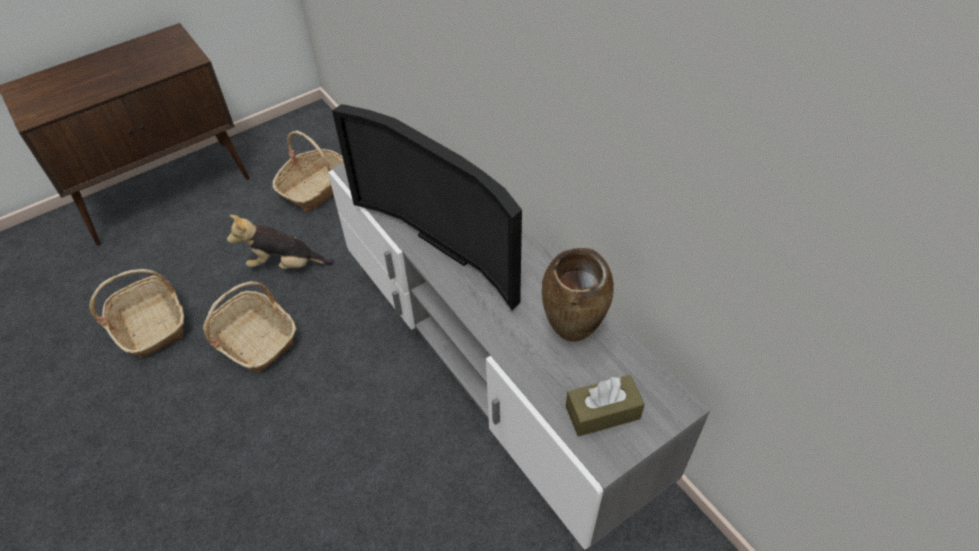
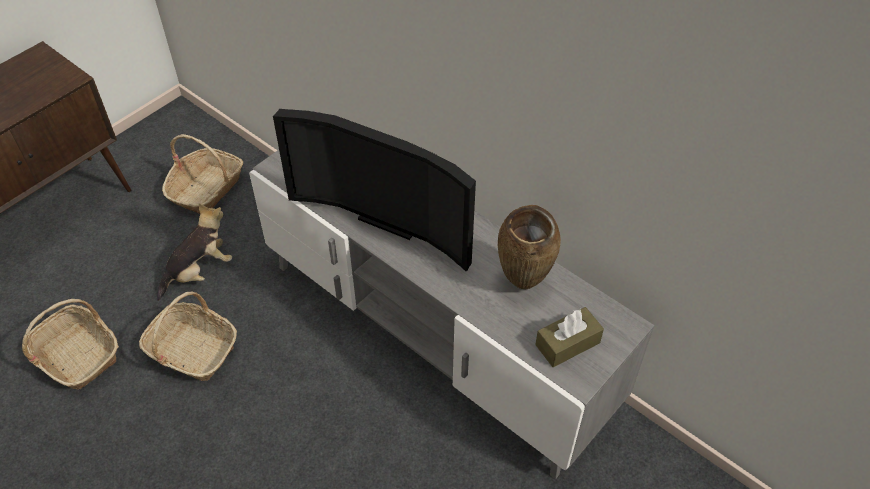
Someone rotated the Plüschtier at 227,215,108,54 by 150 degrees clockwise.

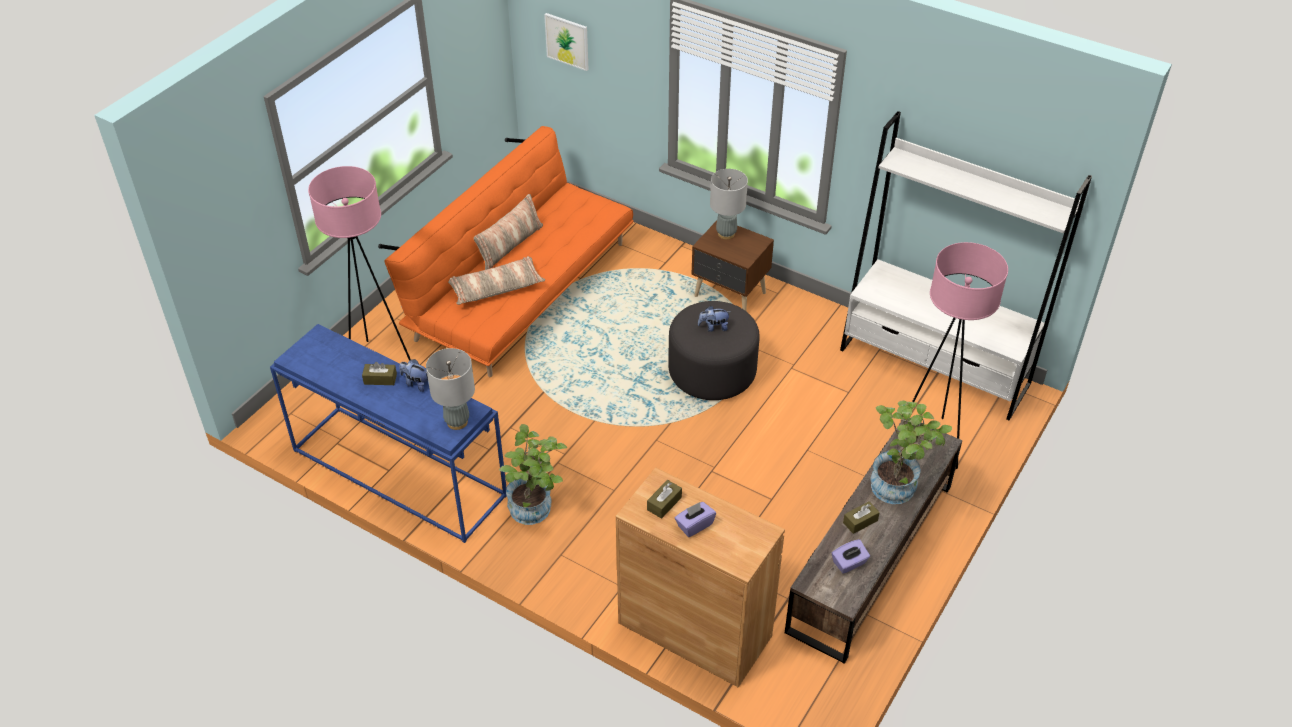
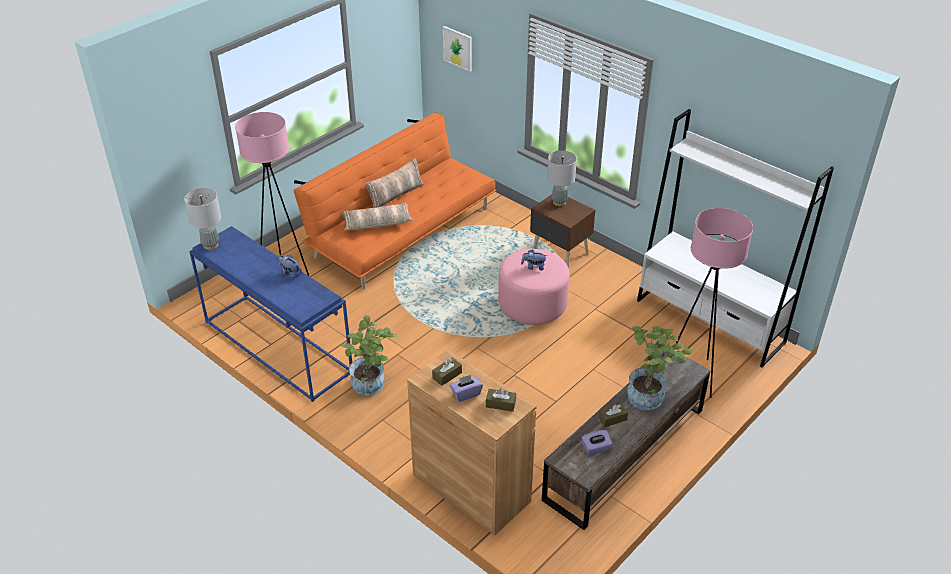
Someone carried the Taschentuchbox [braun] from 362,362,35,23 to 486,388,30,24. Someone carried the Tischlampe [grau] from 426,348,49,82 to 184,188,37,62. Someone repainted the Polsterhocker [grau] at 668,301,91,99, which became the Polsterhocker [rosa] at 498,249,72,76.

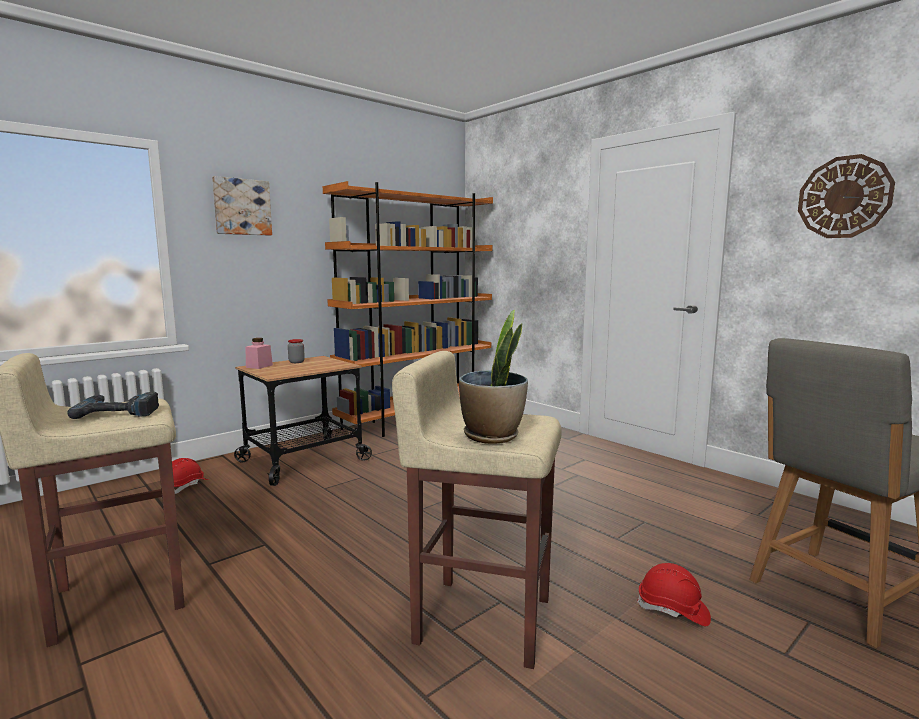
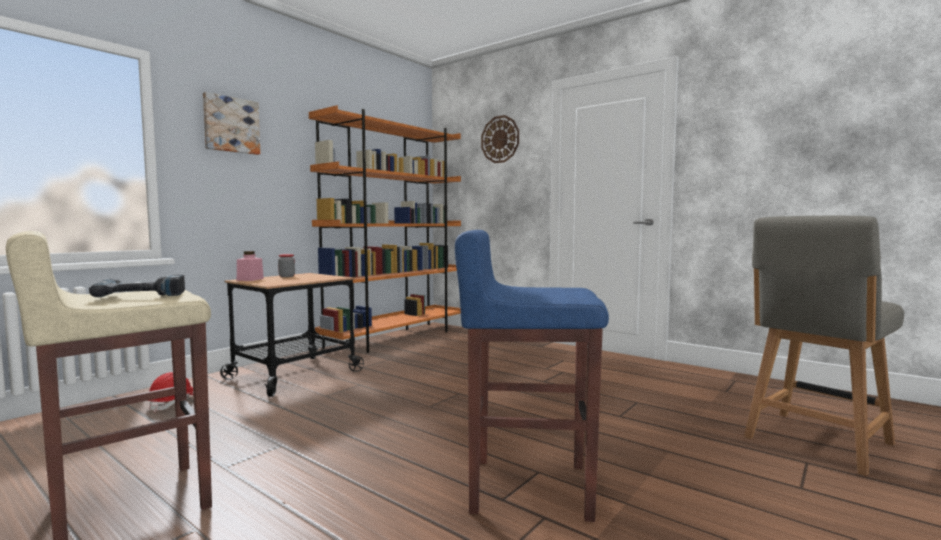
Someone repainted the Hocker [beige] at 392,351,170,318, which became the Hocker [blau] at 455,230,154,292. Someone took away the Topfpflanze at 459,310,69,134. Someone took away the Schutzhelm [rot] at 637,563,74,64. Someone carried the Wanduhr from 798,154,97,84 to 481,115,38,48.

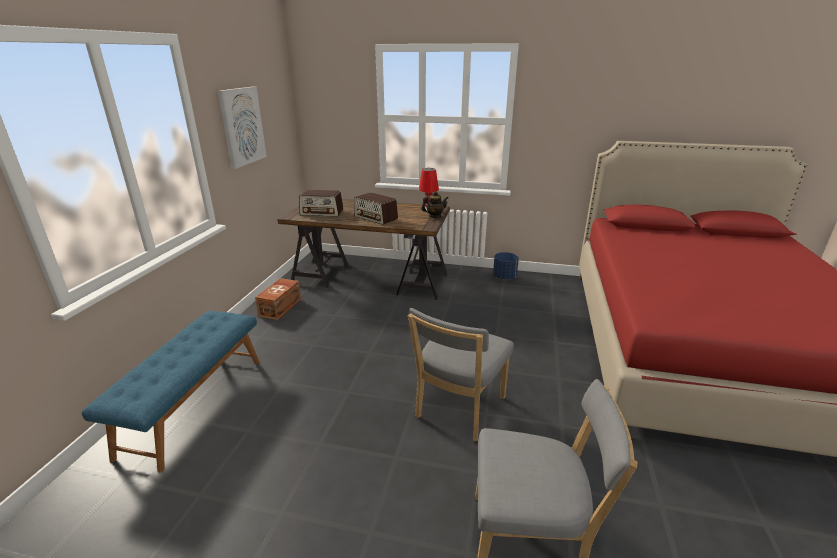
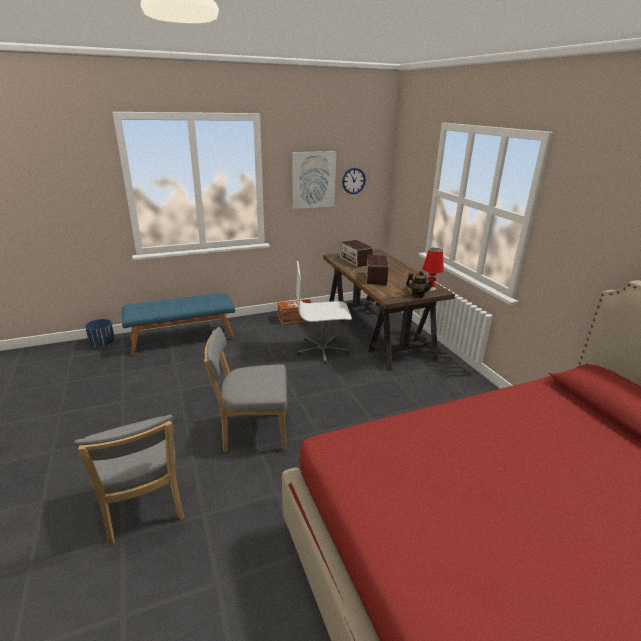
Someone carried the Pflanzkübel [blau] from 493,252,26,28 to 85,319,30,28. Someone put down the Bürostuhl [weiß] at 296,261,56,103. Someone put up the Wanduhr at 342,168,24,26.

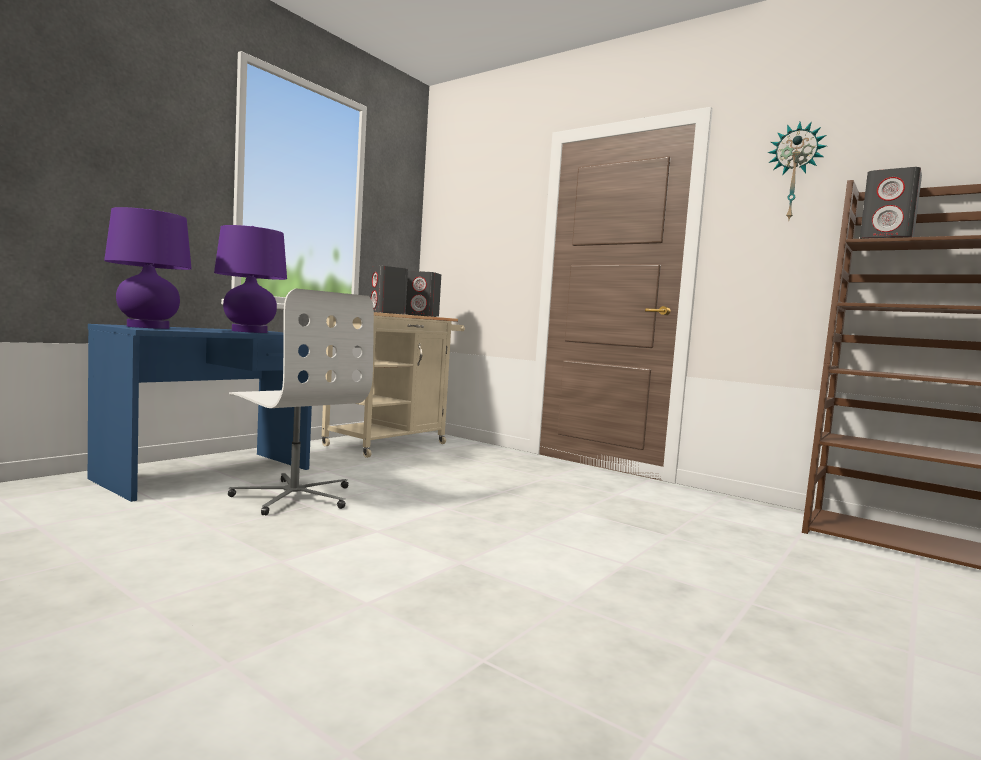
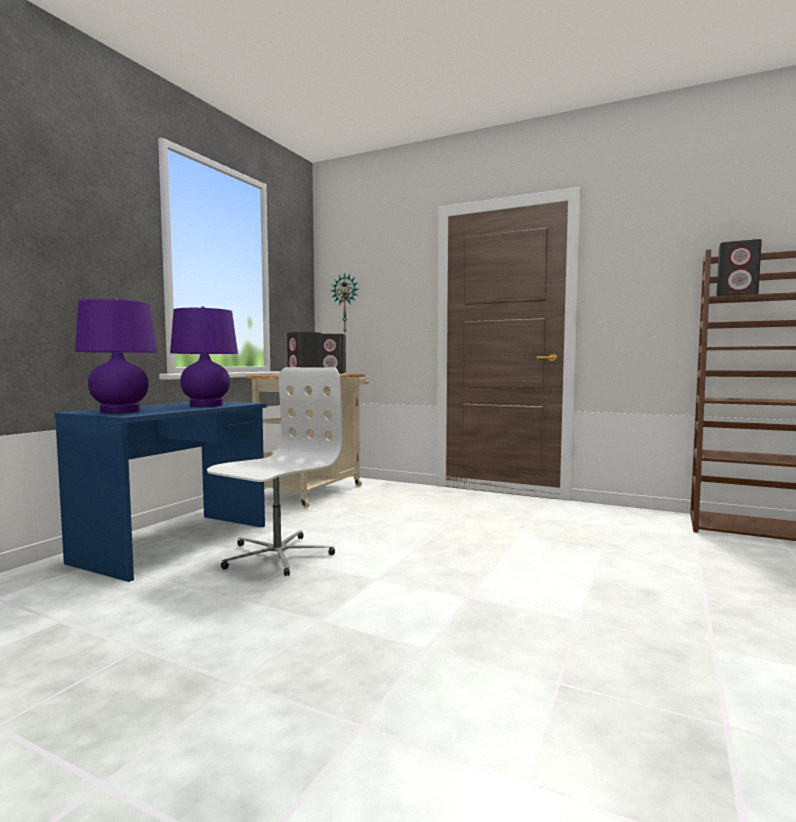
Someone rotated the Bürostuhl [weiß] at 228,288,146,228 by 90 degrees counterclockwise. Someone carried the Wanduhr from 768,121,58,101 to 331,273,27,59.

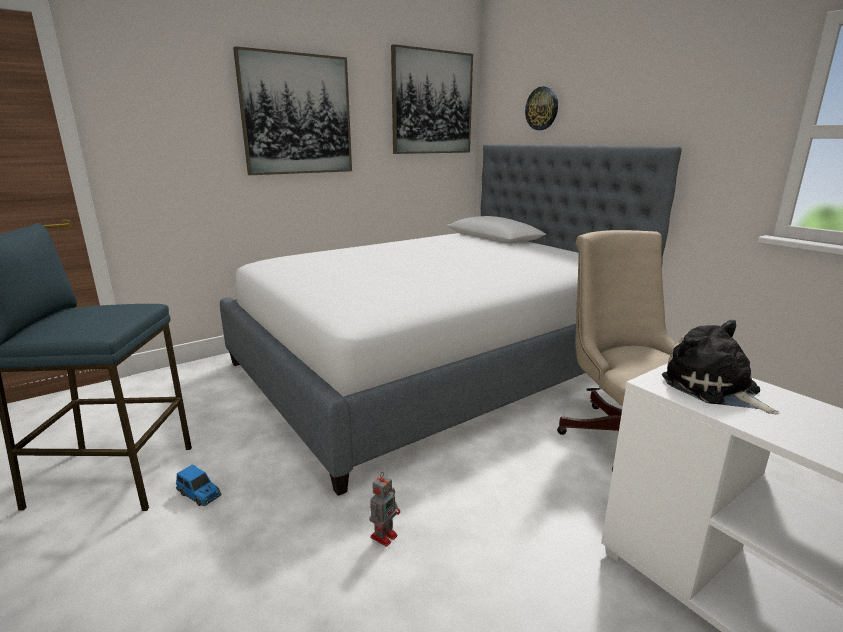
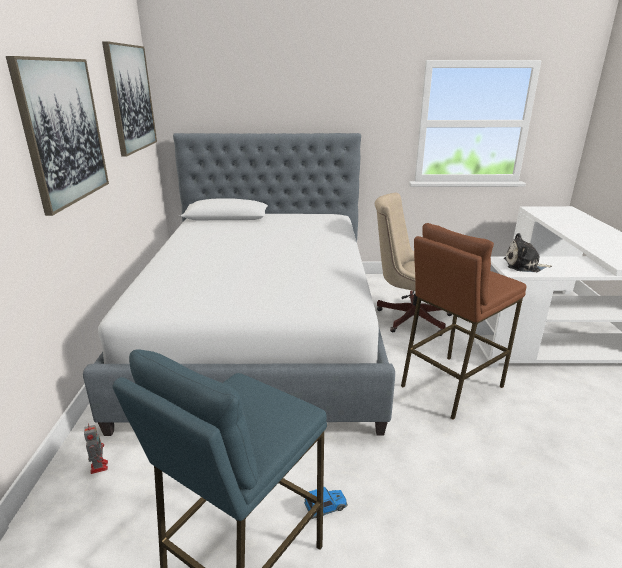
Someone carried the Spielzeugroboter from 369,472,31,75 to 84,423,24,51. Someone took away the Wanduhr at 525,86,33,44. Someone put down the Hocker [braun] at 401,223,125,197.

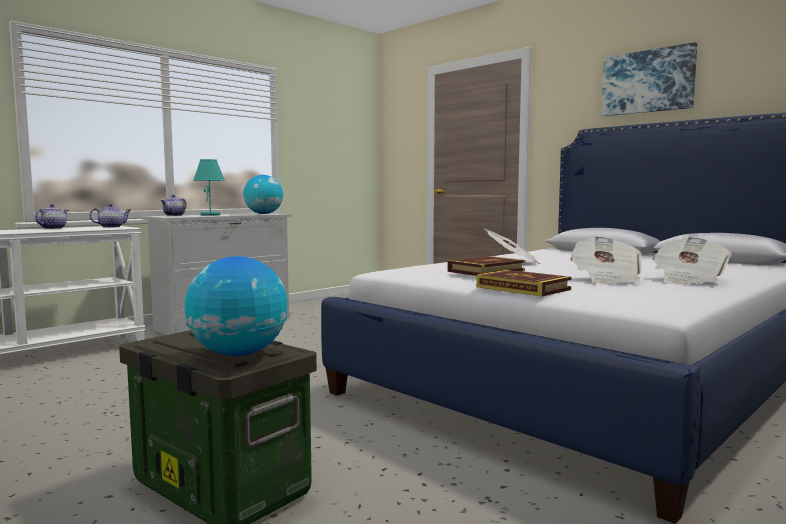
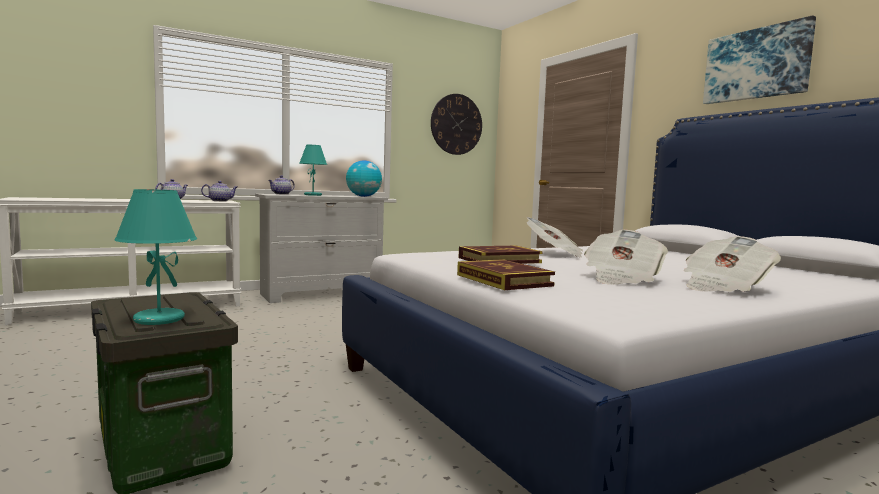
Someone swapped the Globus at 185,256,103,100 for the Tischlampe [türkis] at 114,189,83,136. Someone put up the Wanduhr at 431,94,51,61.

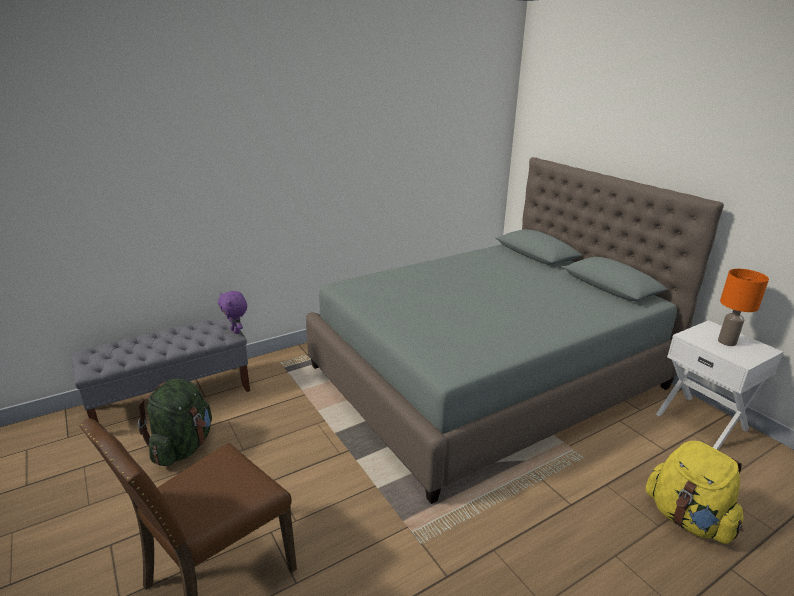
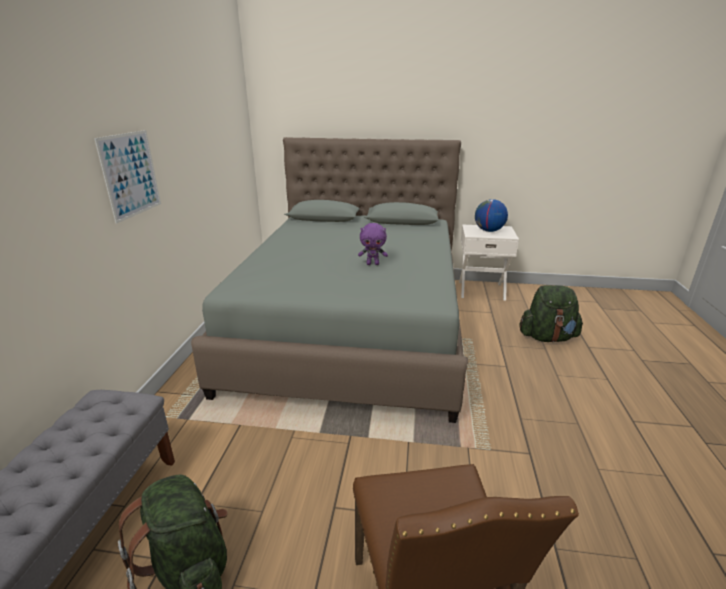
Someone carried the Plüschtier [lila] from 218,291,29,43 to 358,223,30,42. Someone repainted the Rucksack [gelb] at 646,441,97,103, which became the Rucksack [grün] at 519,285,64,57. Someone swapped the Tischlampe [orange] at 718,269,51,77 for the Globus at 475,199,33,33. Someone put up the Bild at 94,130,67,94.

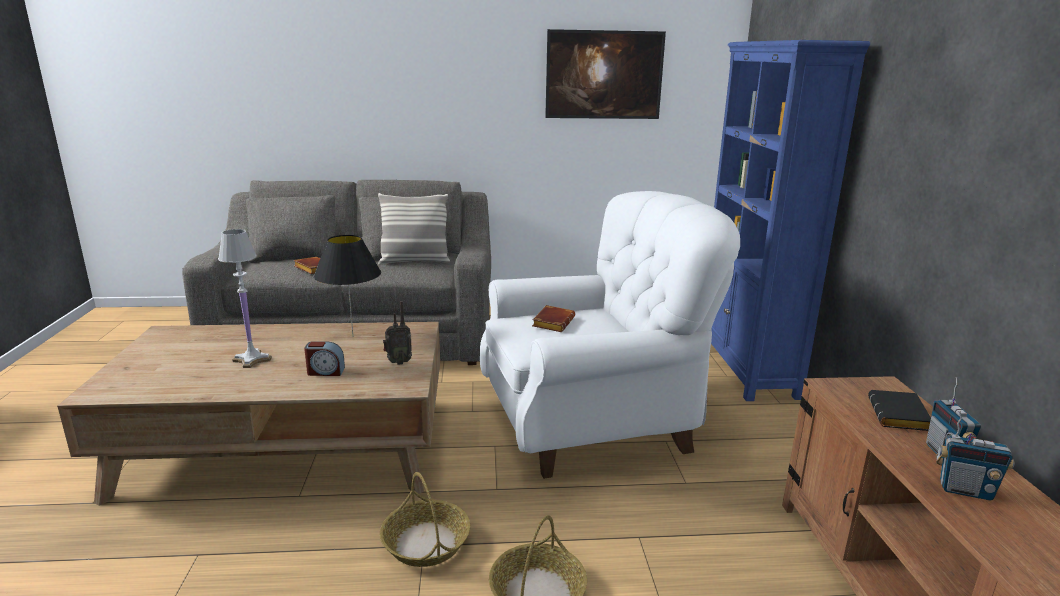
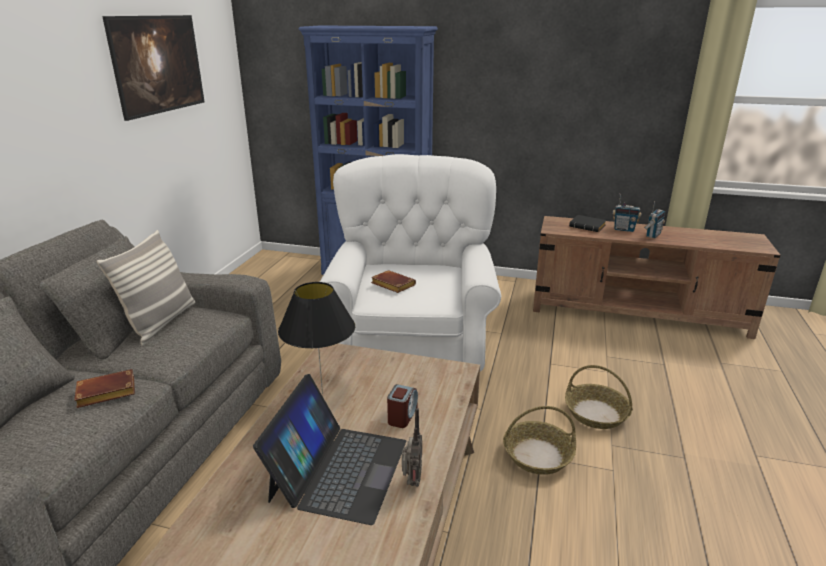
Someone swapped the Tischlampe [weiß] at 218,229,54,139 for the Laptop at 253,374,153,151. Someone carried the Radio from 383,301,29,64 to 402,408,20,79.

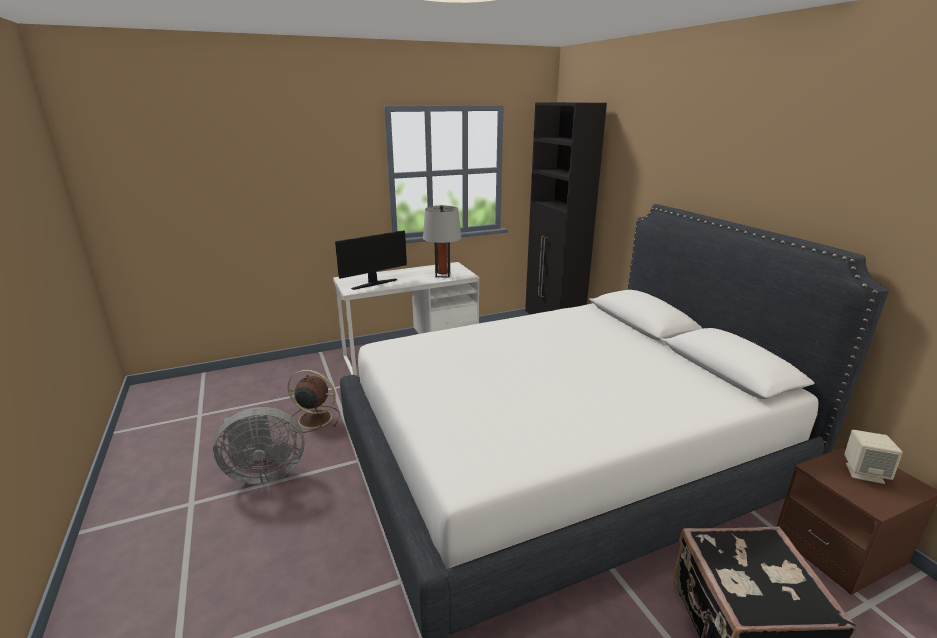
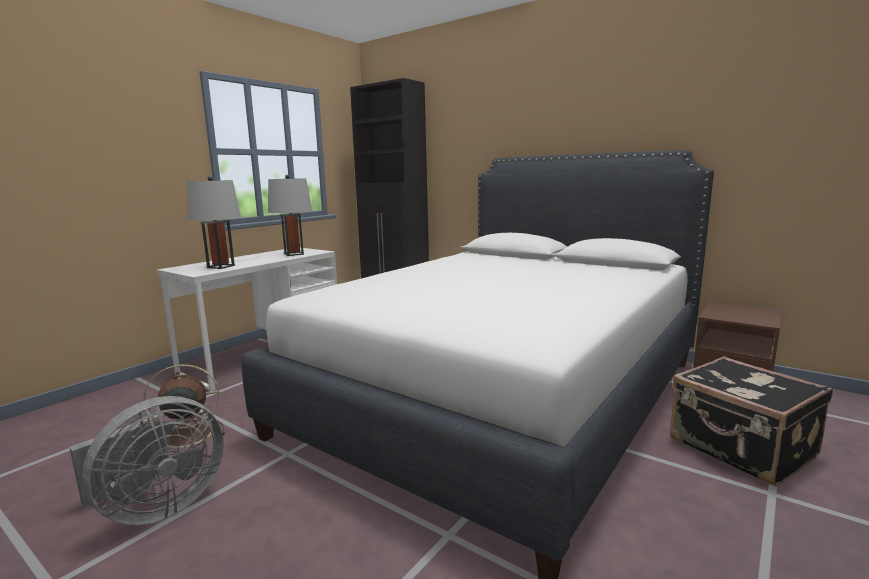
Someone swapped the Monitor at 335,230,72,60 for the Tischlampe [grau] at 187,176,54,93. Someone took away the Lautsprecher [beige] at 844,430,59,54.

